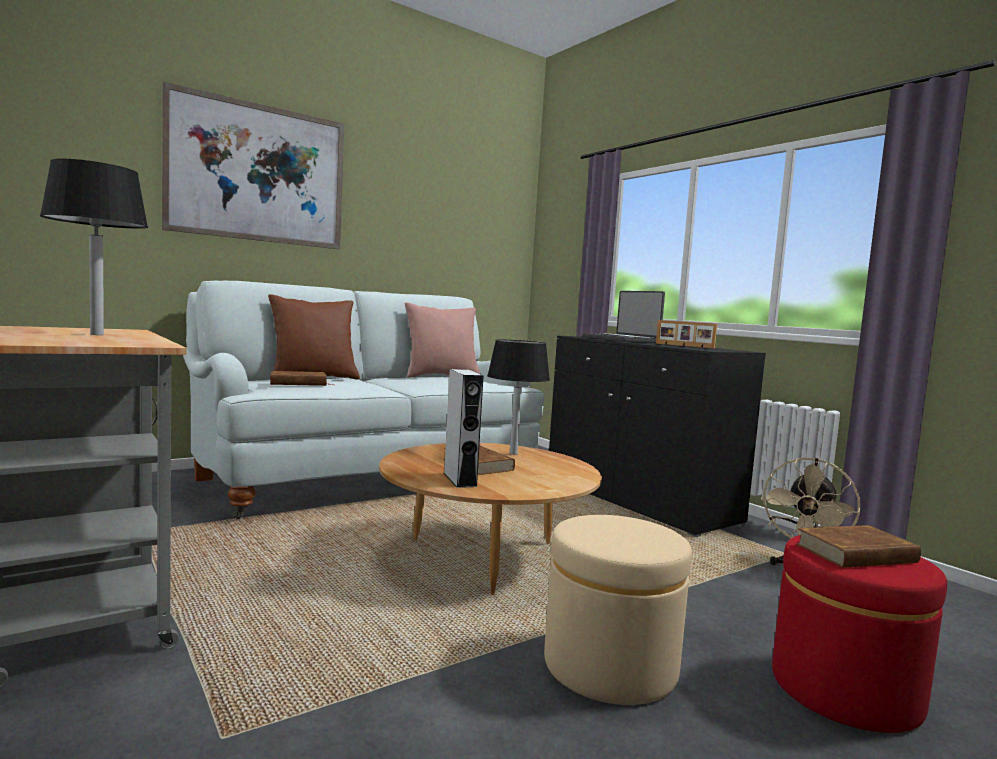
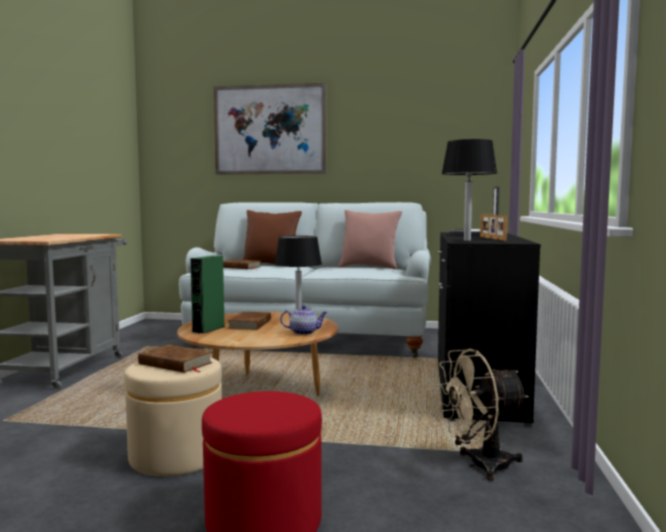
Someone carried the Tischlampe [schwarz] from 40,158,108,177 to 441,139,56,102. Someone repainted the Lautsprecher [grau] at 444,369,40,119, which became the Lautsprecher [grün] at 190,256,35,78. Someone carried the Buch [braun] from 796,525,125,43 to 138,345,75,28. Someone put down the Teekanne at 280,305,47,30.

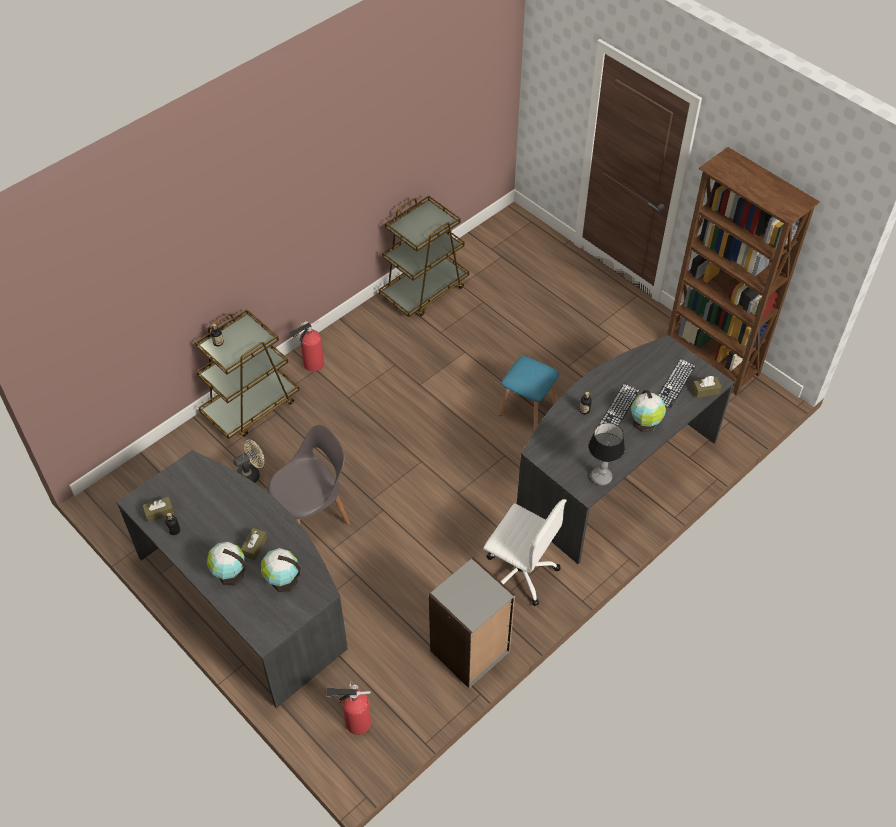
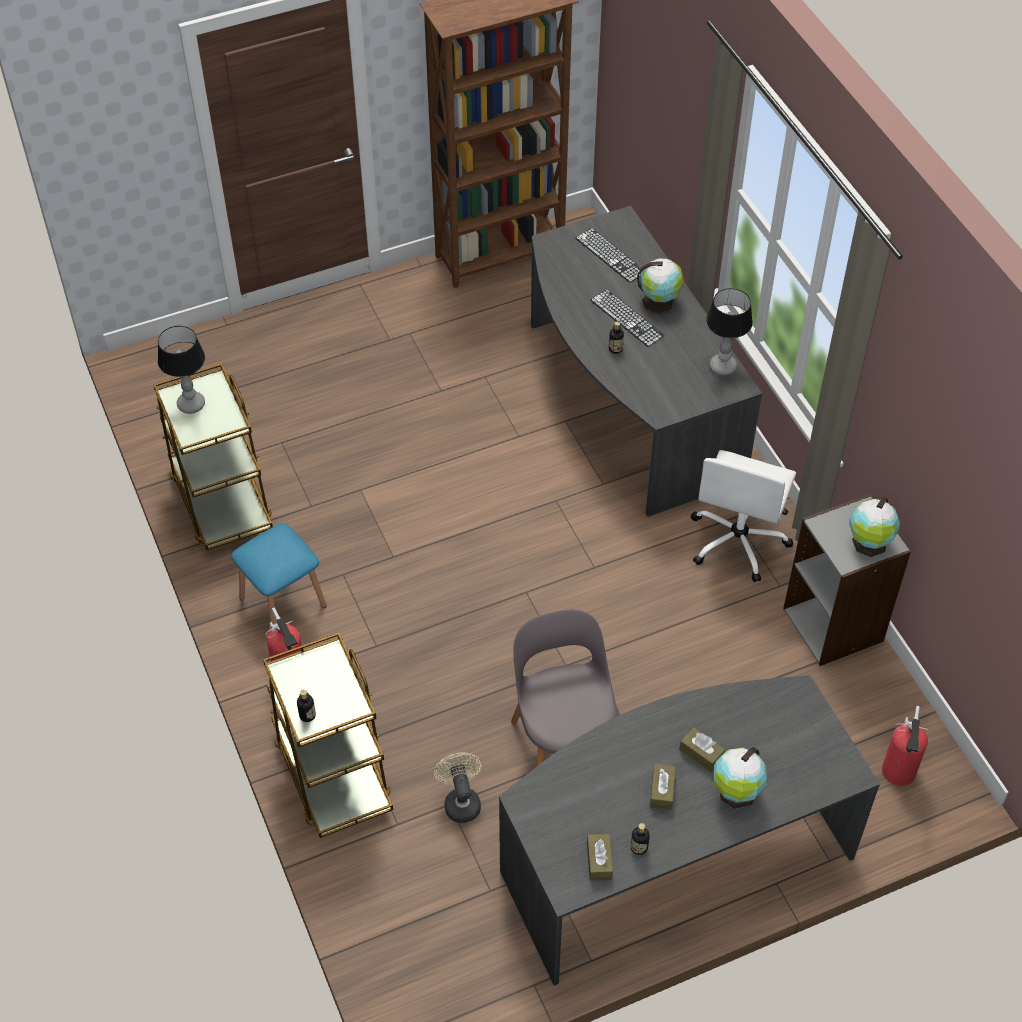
Someone carried the Globus from 261,548,40,44 to 849,497,51,60. Someone rotated the Bürostuhl [weiß] at 483,499,83,107 by 150 degrees clockwise. Someone carried the Hocker [blau] from 499,356,60,75 to 231,523,95,101. Someone carried the Taschentuchbox [braun] from 692,376,30,22 to 650,764,26,46. Someone put down the Tischlampe at 158,326,47,88.

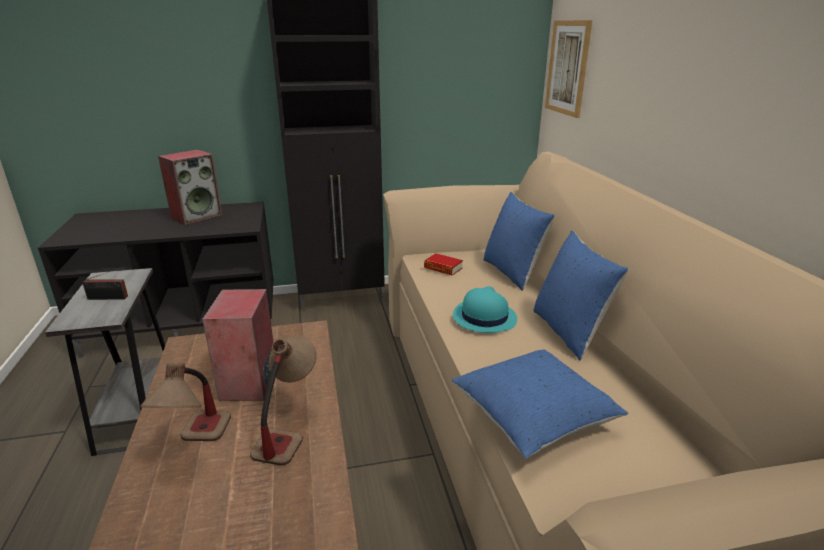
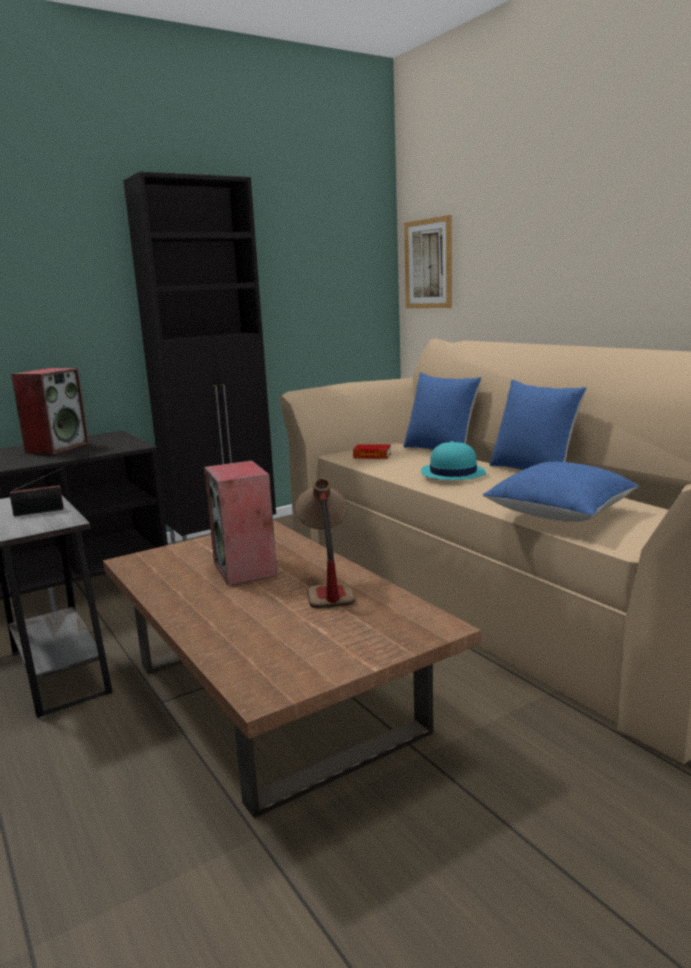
Someone took away the Tischlampe at 140,363,91,78.

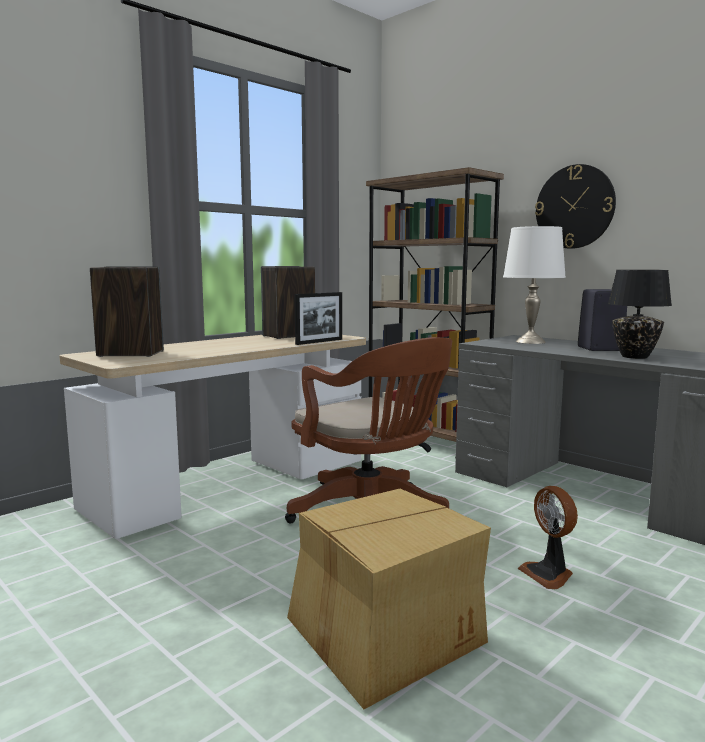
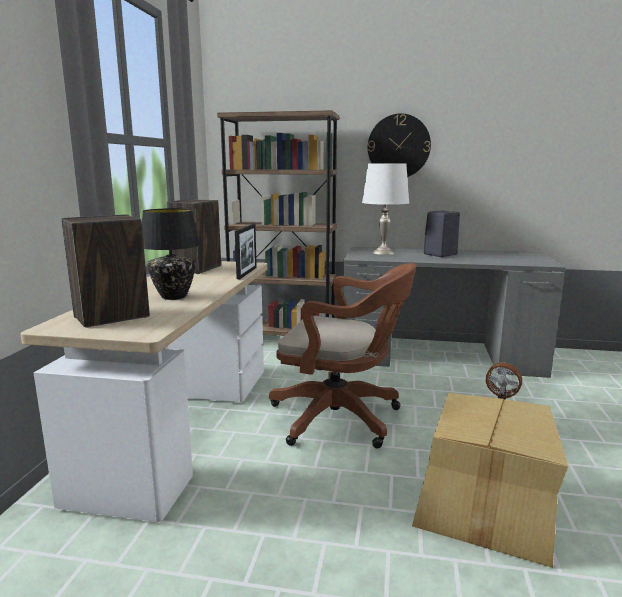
Someone carried the Tischlampe [schwarz] from 608,270,64,89 to 142,208,58,92.

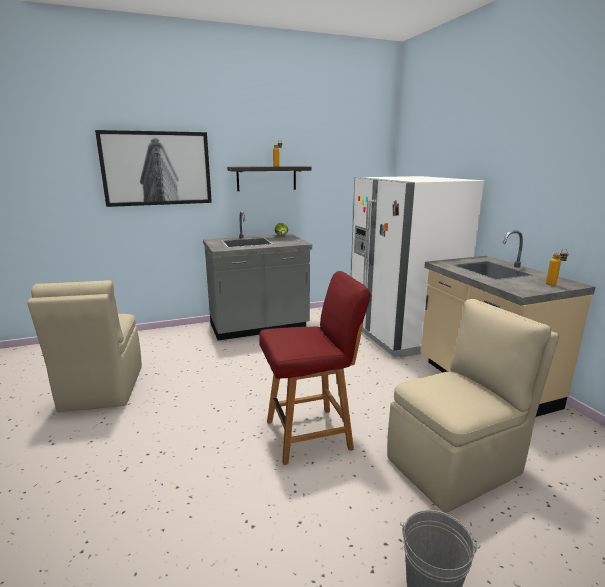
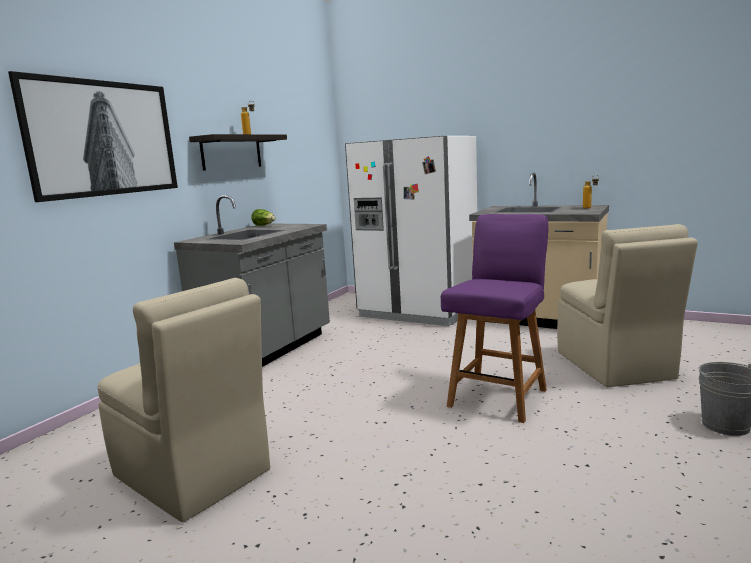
Someone repainted the Stuhl [rot] at 259,271,112,194, which became the Stuhl [lila] at 441,214,107,209. Someone rotated the Stuhl [beige] at 387,299,172,214 by 150 degrees clockwise.

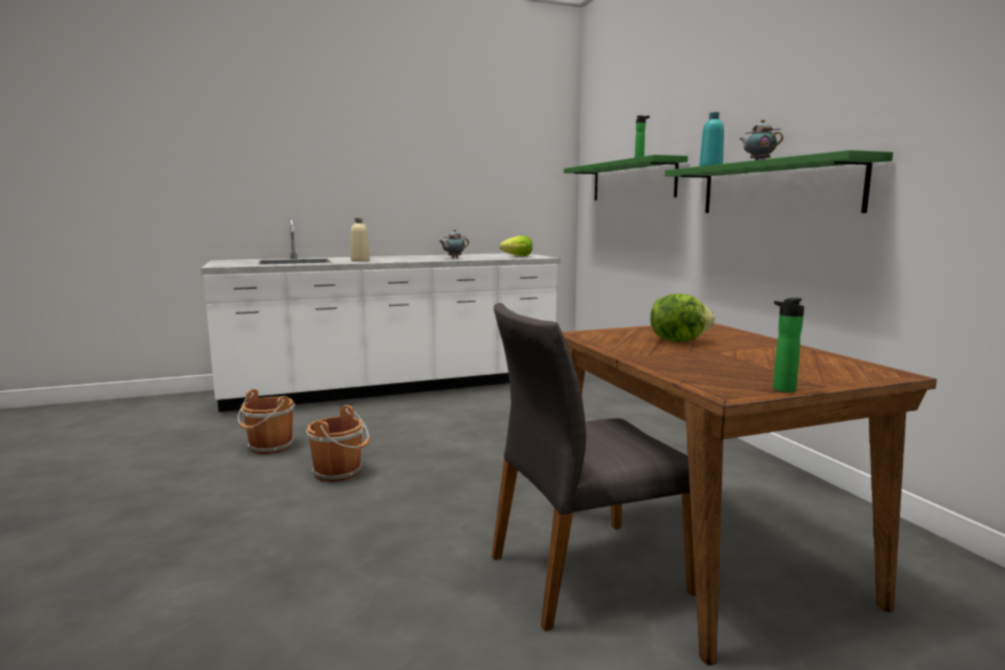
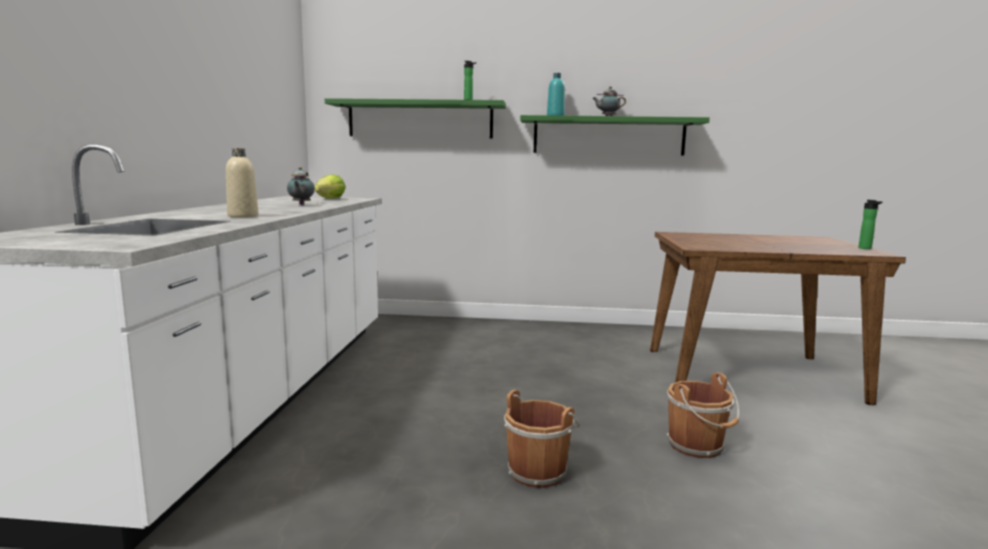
Someone carried the Eimer [braun] from 238,389,58,65 to 667,372,72,86. Someone took away the Stuhl [grau] at 492,303,204,328. Someone took away the Salatkopf at 650,293,65,49.

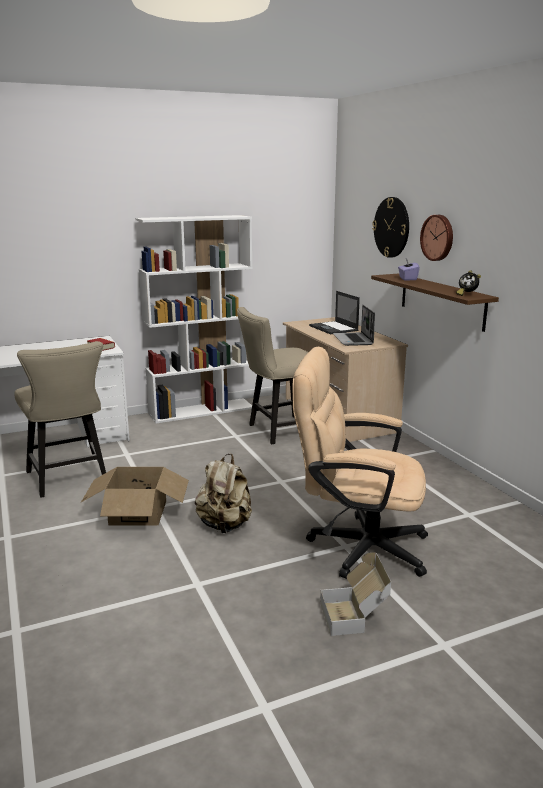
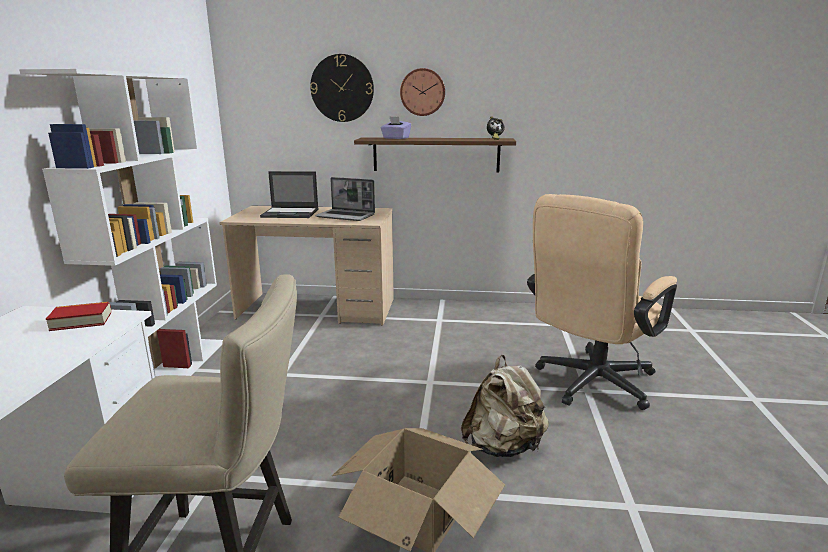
Someone took away the Stuhl [beige] at 237,307,71,137. Someone took away the Karton at 320,552,71,84.

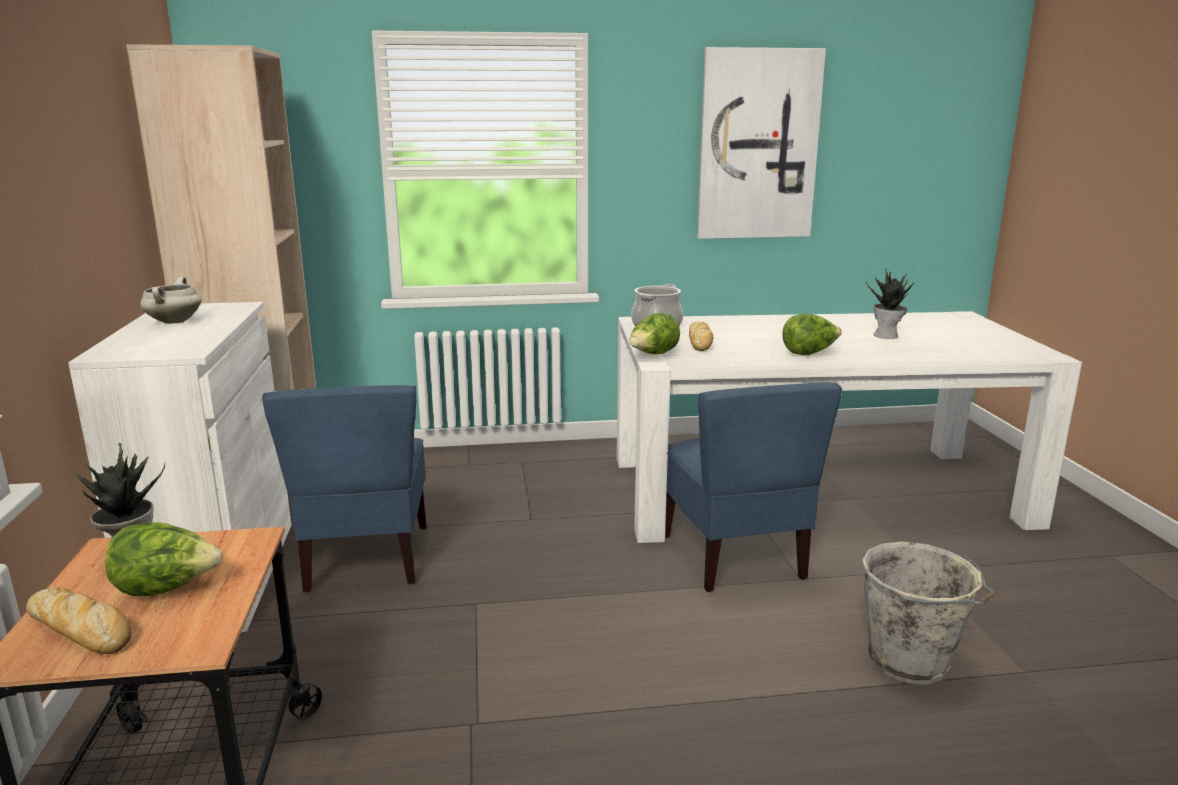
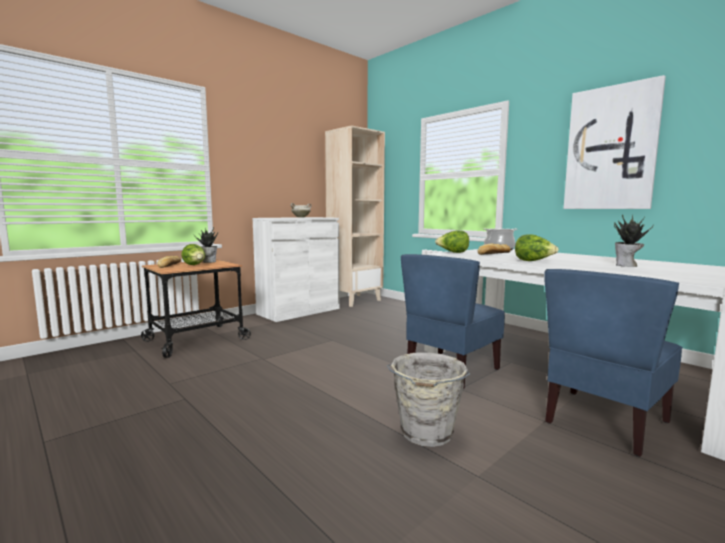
Someone carried the Stuhl [blau] from 262,385,164,208 to 545,269,138,188.

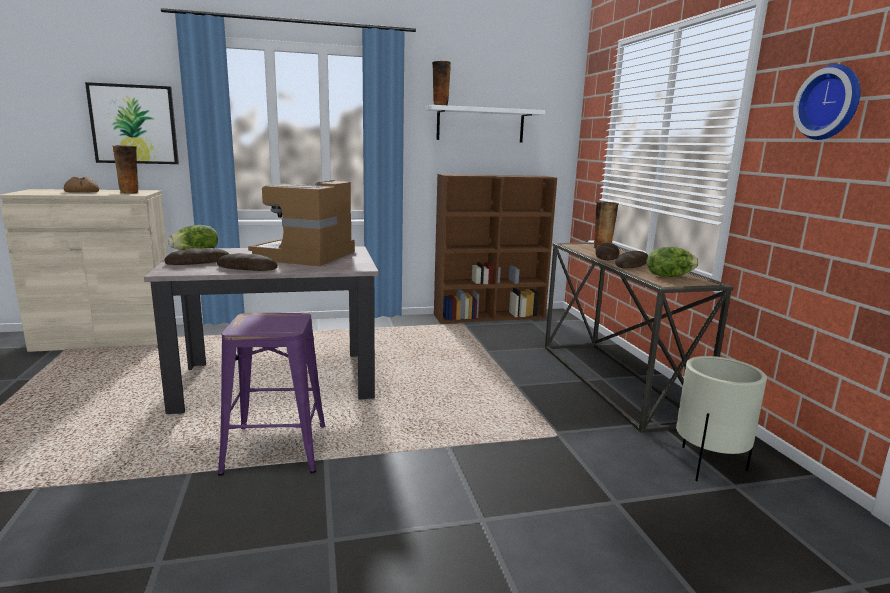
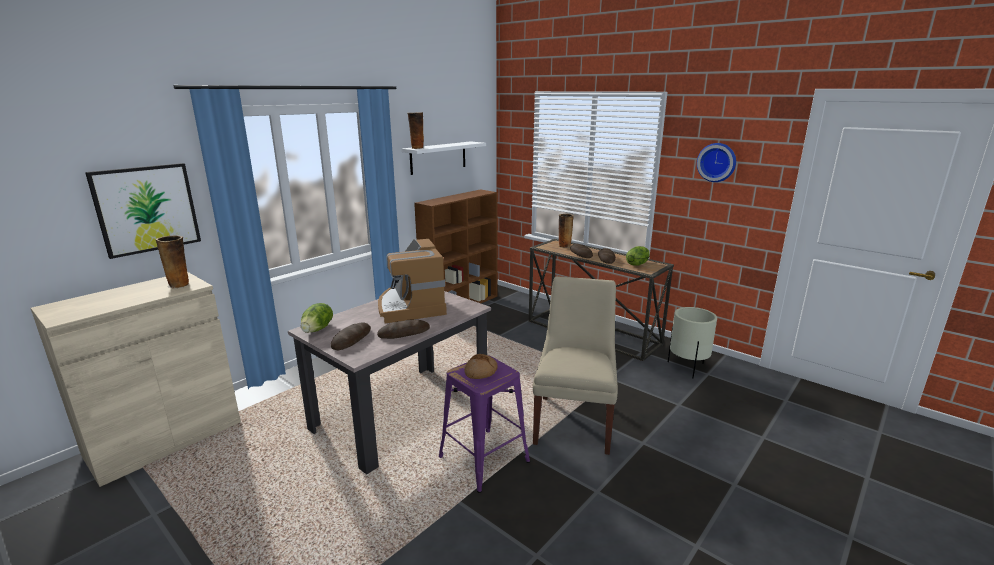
Someone carried the Brot from 64,177,35,16 to 464,354,34,25. Someone put down the Stuhl [beige] at 533,276,85,179.

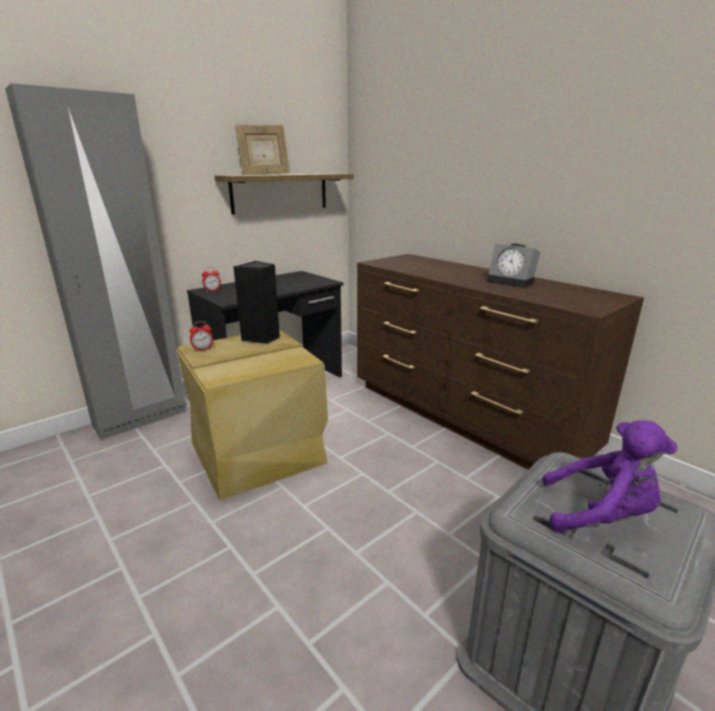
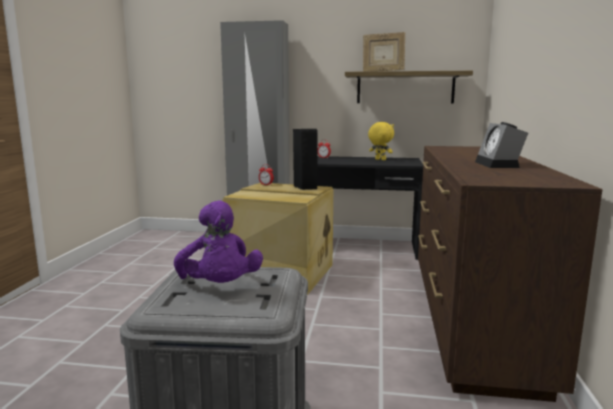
Someone put down the Plüschtier [gelb] at 368,122,26,38.

